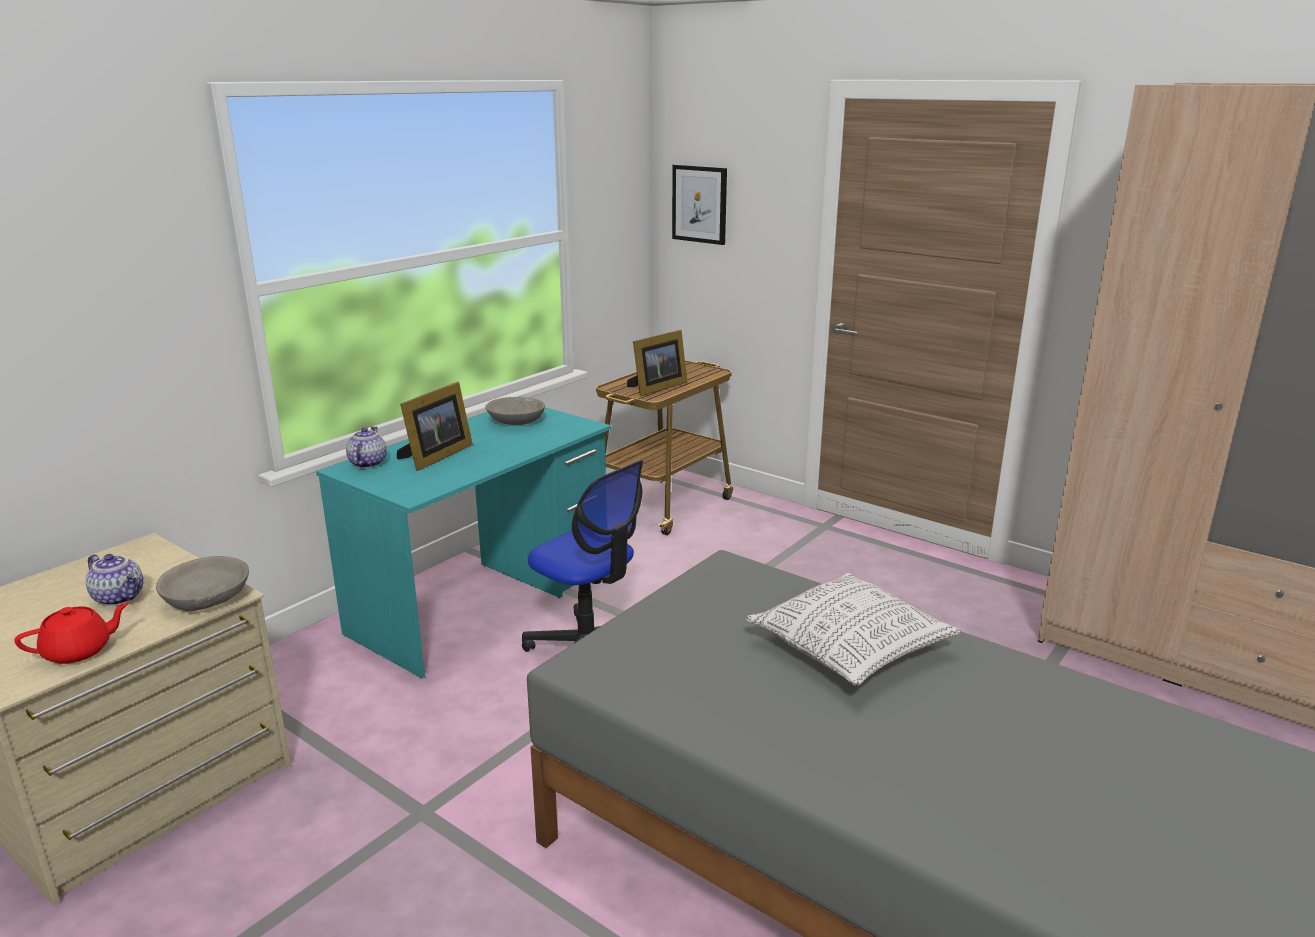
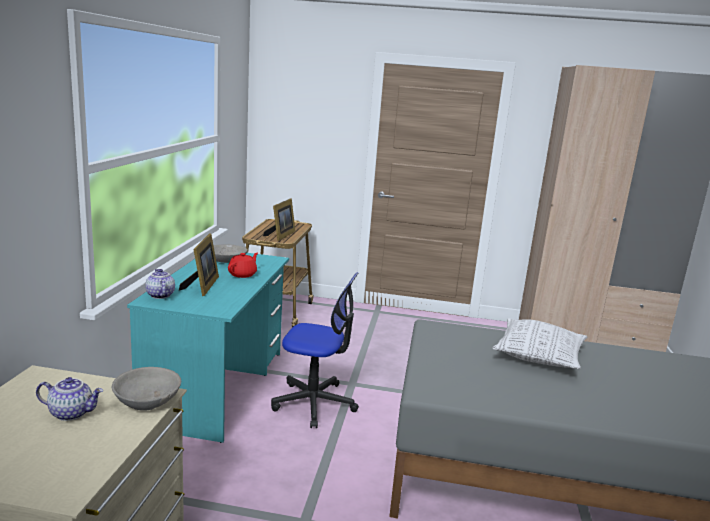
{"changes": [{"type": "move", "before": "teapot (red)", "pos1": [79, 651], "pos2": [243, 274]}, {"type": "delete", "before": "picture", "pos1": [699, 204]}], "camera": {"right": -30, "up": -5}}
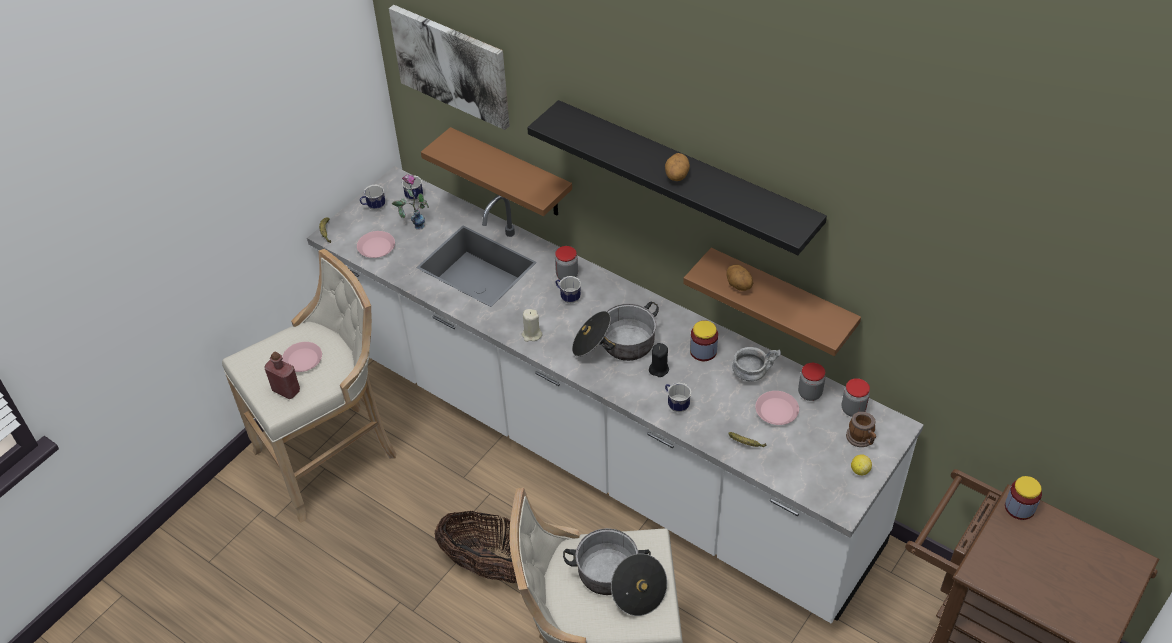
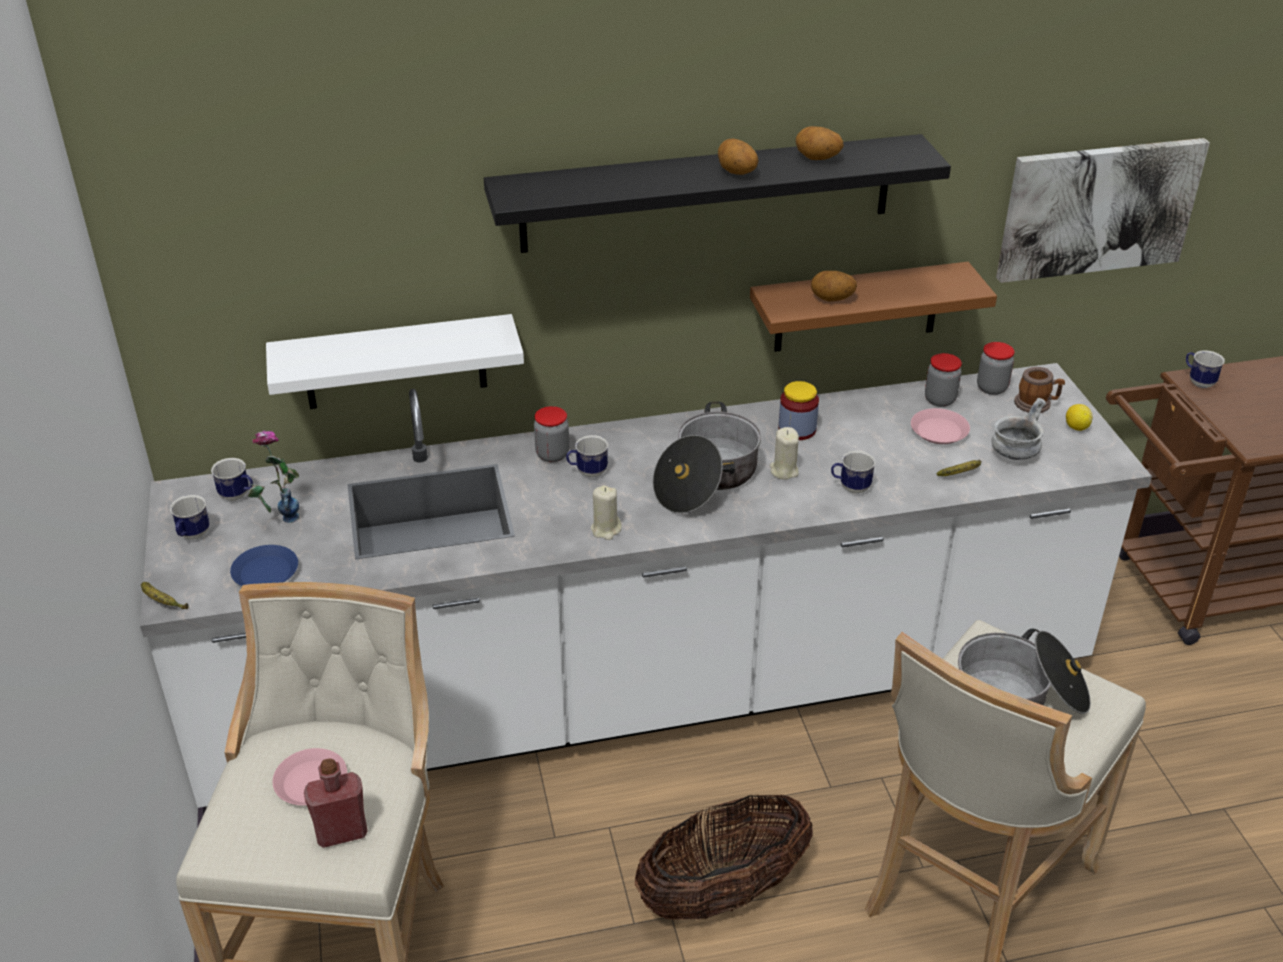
{"changes": [{"type": "recolor", "before": "plate (pink)", "after": "plate (blue)", "pos1": [376, 247], "pos2": [265, 573]}, {"type": "move", "before": "picture", "pos1": [452, 65], "pos2": [1098, 208]}, {"type": "recolor", "before": "shelf (brown)", "after": "shelf (white)", "pos1": [511, 174], "pos2": [395, 362]}, {"type": "recolor", "before": "candle (black)", "after": "candle (beige)", "pos1": [659, 369], "pos2": [783, 471]}, {"type": "move", "before": "bowl (grey)", "pos1": [750, 373], "pos2": [1014, 453]}, {"type": "replace", "before": "jar", "after": "mug", "pos1": [1019, 507], "pos2": [1198, 381]}, {"type": "insert", "after": "potato", "pos2": [817, 159]}], "camera": {"right": -50, "up": -10}}
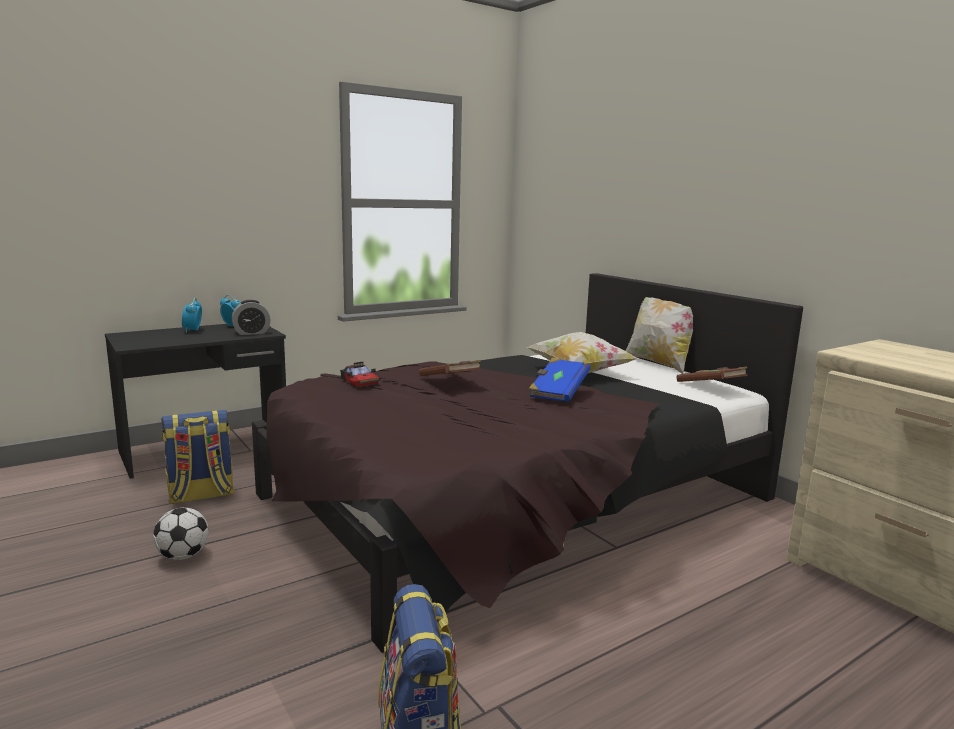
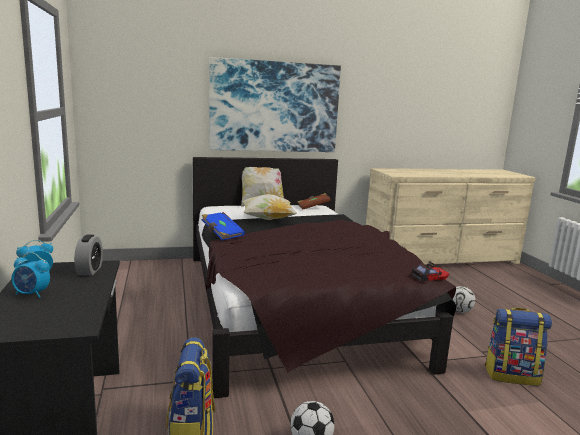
{"changes": [{"type": "move", "before": "toy car", "pos1": [359, 381], "pos2": [429, 277]}, {"type": "delete", "before": "book (brown)", "pos1": [450, 381]}, {"type": "move", "before": "book (blue)", "pos1": [557, 392], "pos2": [222, 234]}, {"type": "insert", "after": "picture", "pos2": [274, 107]}, {"type": "insert", "after": "football", "pos2": [459, 311]}], "camera": {"right": -70, "up": 0}}
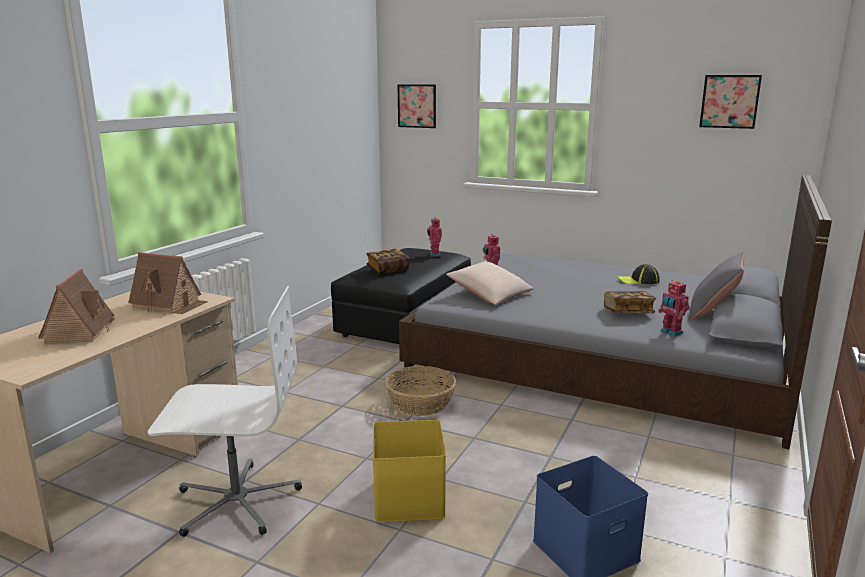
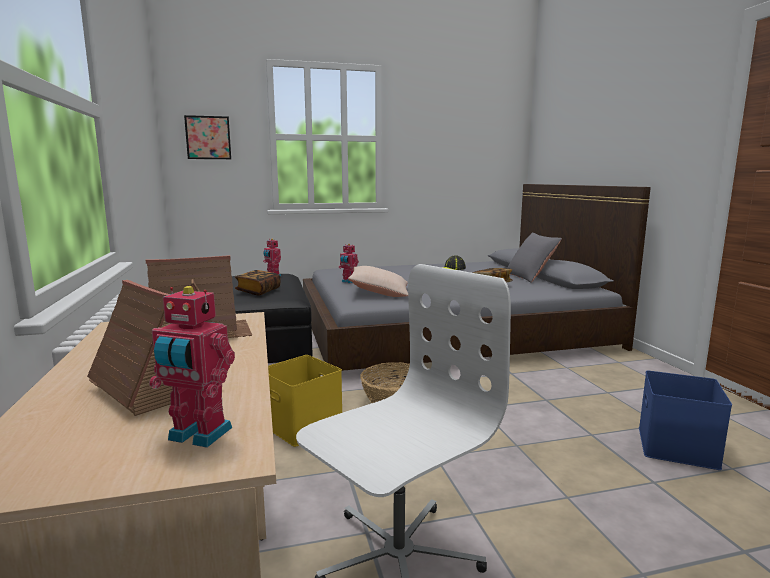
{"changes": [{"type": "move", "before": "storage box (yellow)", "pos1": [407, 498], "pos2": [300, 425]}, {"type": "move", "before": "toy robot", "pos1": [670, 332], "pos2": [197, 435]}, {"type": "delete", "before": "picture", "pos1": [729, 101]}], "camera": {"right": -40, "up": -5}}
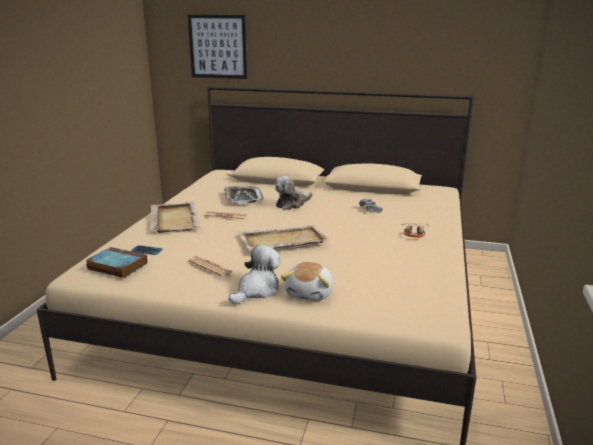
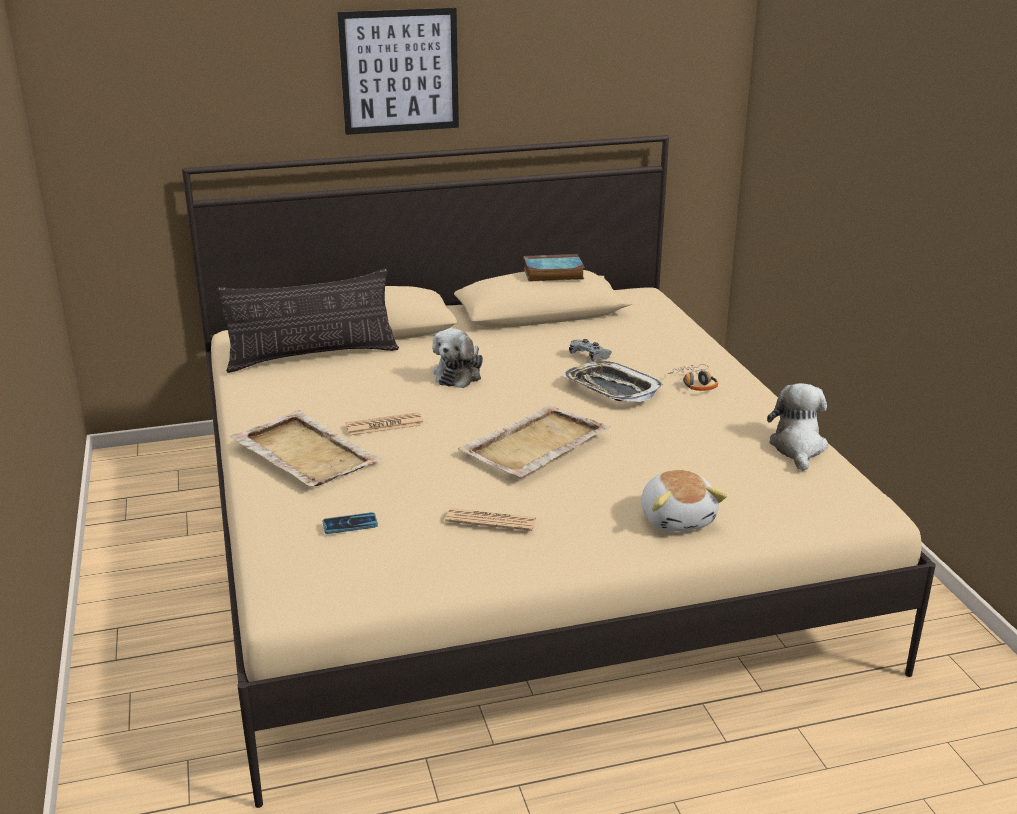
{"changes": [{"type": "move", "before": "book", "pos1": [116, 266], "pos2": [552, 273]}, {"type": "move", "before": "picture", "pos1": [217, 47], "pos2": [399, 71]}, {"type": "move", "before": "tray", "pos1": [242, 198], "pos2": [611, 389]}, {"type": "move", "before": "plush toy", "pos1": [257, 290], "pos2": [798, 448]}, {"type": "insert", "after": "pillow", "pos2": [312, 356]}], "camera": {"right": -30, "up": 5}}
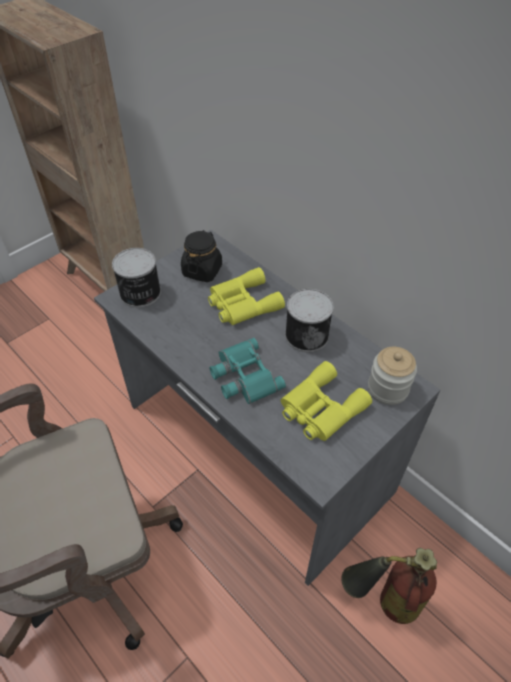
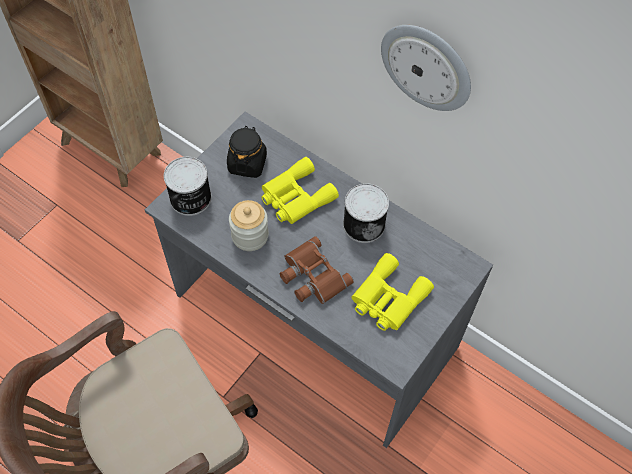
{"changes": [{"type": "recolor", "before": "binoculars (turquoise)", "after": "binoculars (brown)", "pos1": [243, 376], "pos2": [311, 276]}, {"type": "delete", "before": "fire extinguisher", "pos1": [381, 602]}, {"type": "move", "before": "jar", "pos1": [387, 389], "pos2": [250, 236]}, {"type": "insert", "after": "wall clock", "pos2": [427, 66]}], "camera": {"right": -10, "up": 10}}
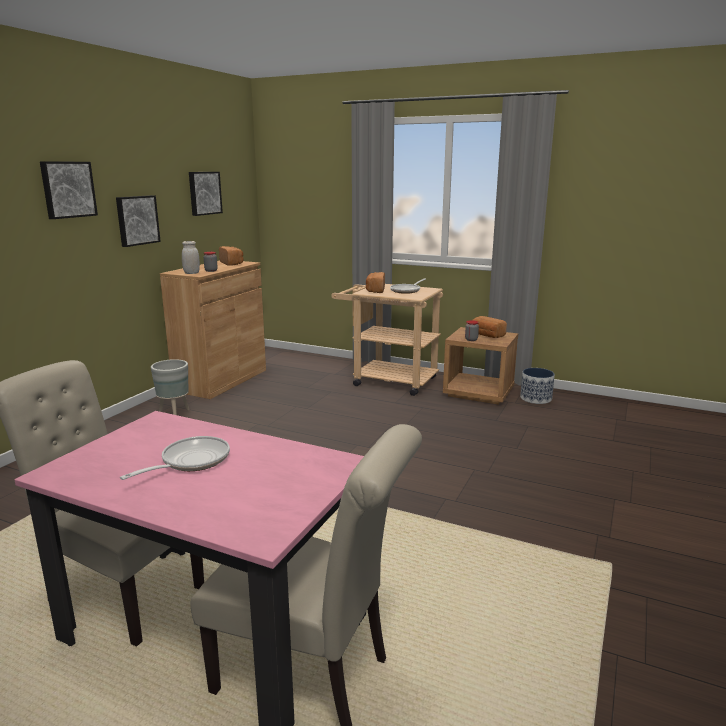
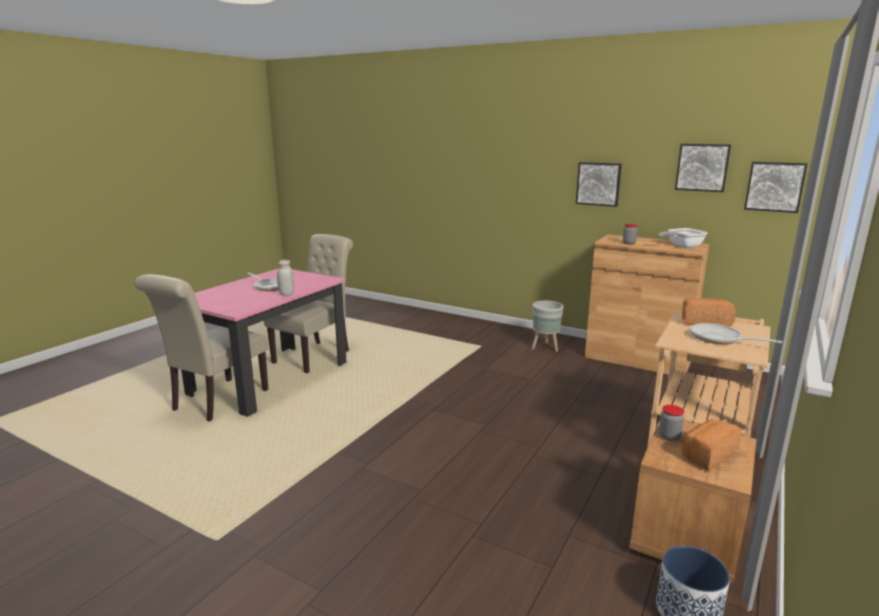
{"changes": [{"type": "move", "before": "picture", "pos1": [67, 189], "pos2": [774, 186]}, {"type": "move", "before": "jar (white)", "pos1": [191, 273], "pos2": [286, 294]}, {"type": "replace", "before": "bread", "after": "frying pan", "pos1": [232, 263], "pos2": [682, 246]}], "camera": {"right": 95, "up": 0}}
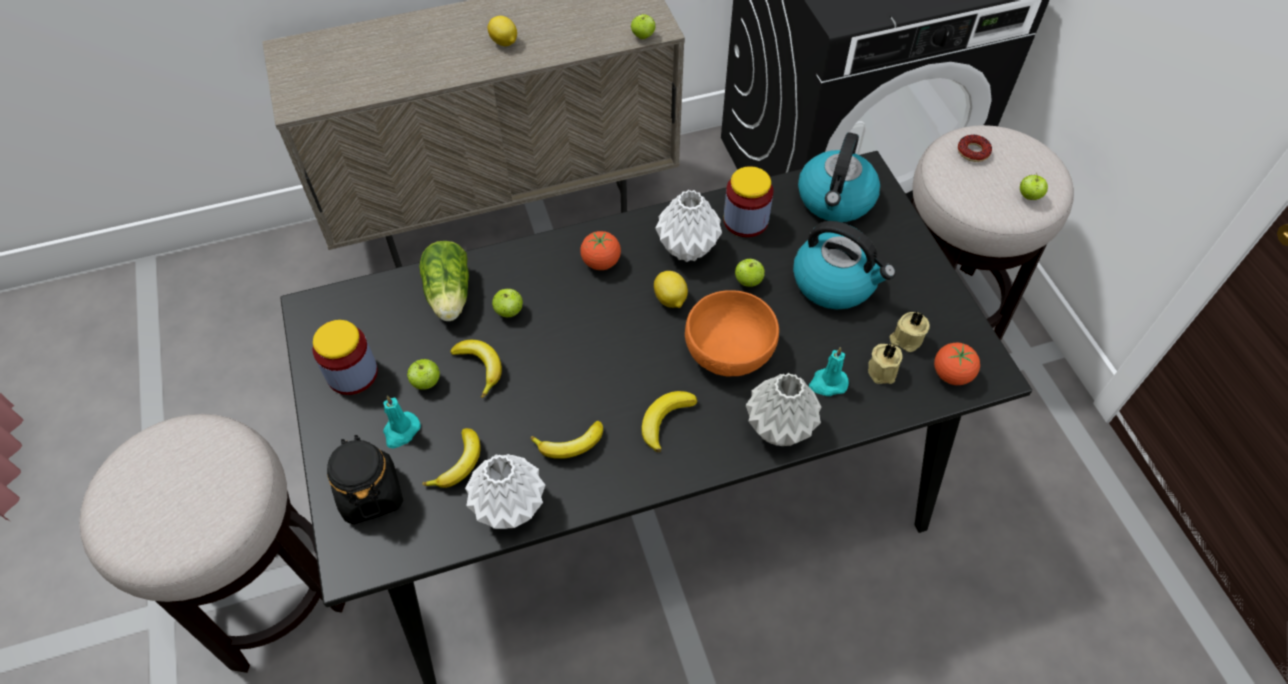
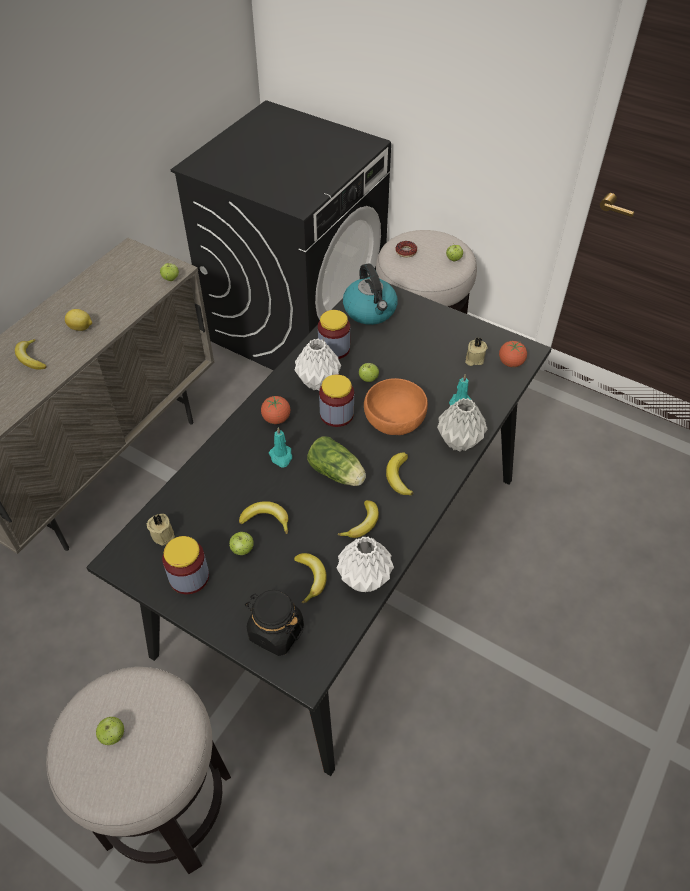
{"changes": [{"type": "move", "before": "candle (turquoise)", "pos1": [401, 431], "pos2": [281, 457]}, {"type": "move", "before": "lettuce", "pos1": [449, 296], "pos2": [338, 474]}, {"type": "move", "before": "apple", "pos1": [509, 311], "pos2": [113, 735]}, {"type": "replace", "before": "lemon", "after": "jar", "pos1": [670, 300], "pos2": [336, 414]}, {"type": "delete", "before": "kettle", "pos1": [835, 282]}, {"type": "move", "before": "candle (beige)", "pos1": [883, 370], "pos2": [163, 534]}, {"type": "insert", "after": "banana", "pos2": [31, 358]}], "camera": {"right": -40, "up": -5}}
